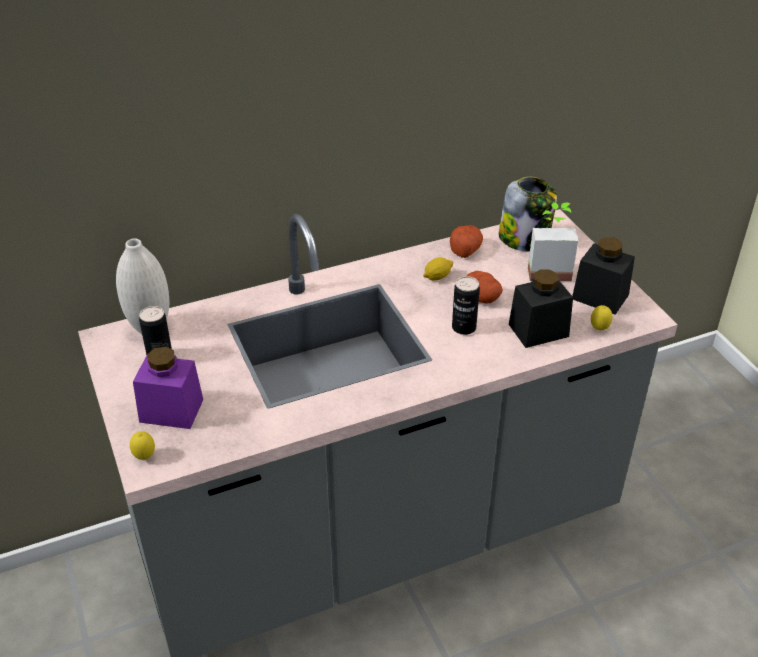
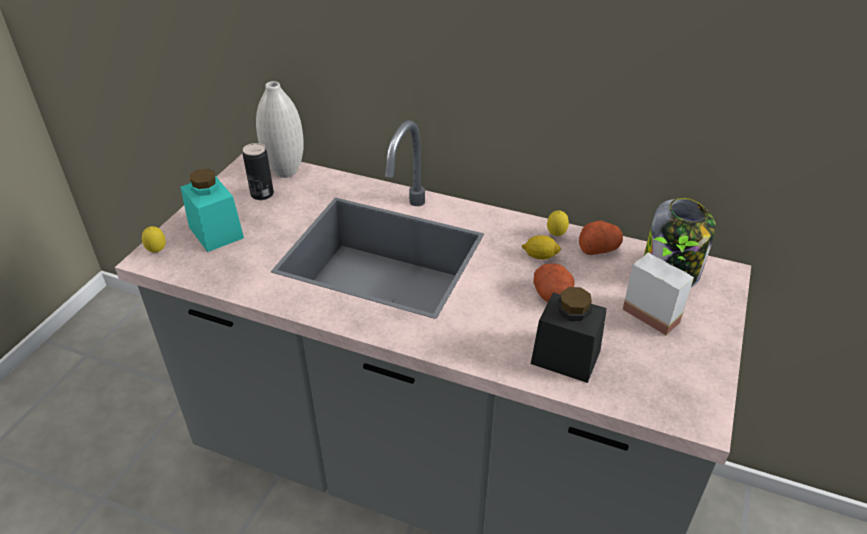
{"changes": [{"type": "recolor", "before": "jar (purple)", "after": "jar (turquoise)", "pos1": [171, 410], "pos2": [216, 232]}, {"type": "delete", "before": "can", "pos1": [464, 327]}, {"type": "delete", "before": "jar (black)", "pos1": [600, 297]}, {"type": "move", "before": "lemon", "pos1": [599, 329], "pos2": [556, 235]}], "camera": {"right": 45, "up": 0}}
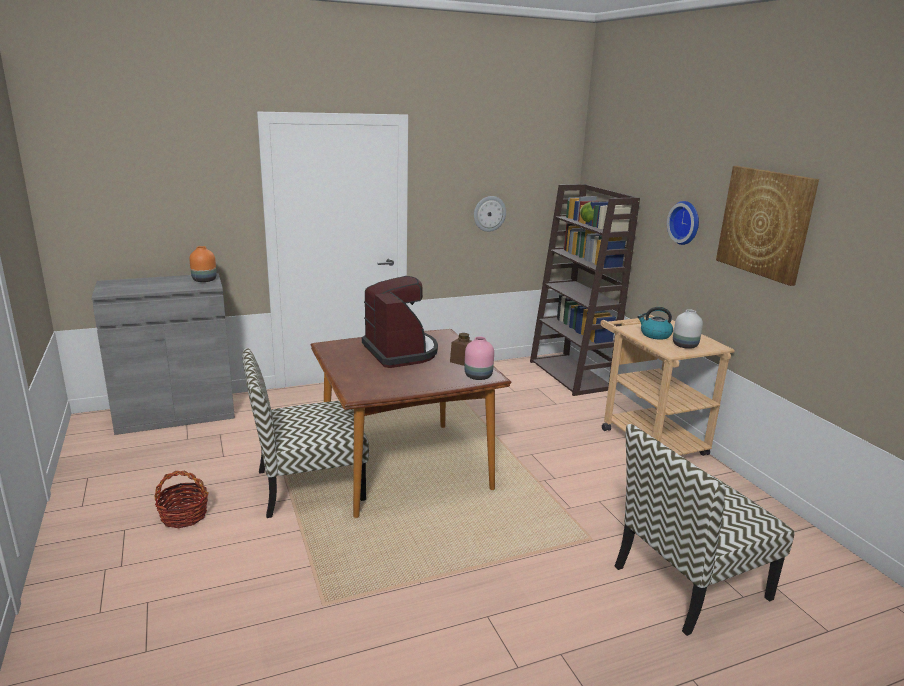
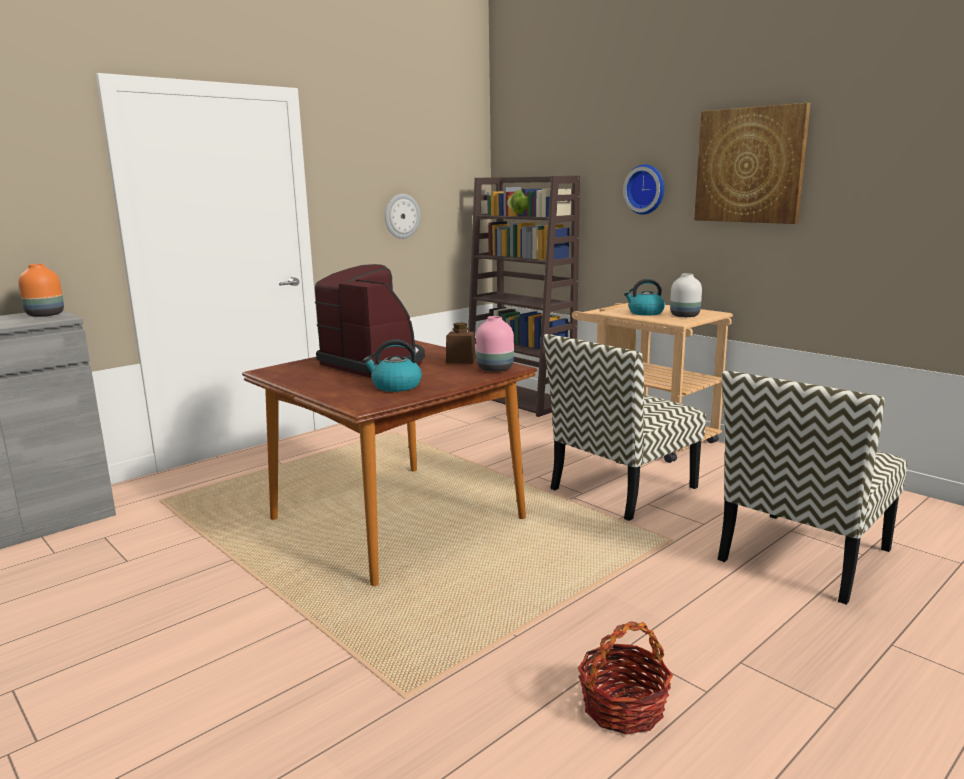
{"changes": [{"type": "move", "before": "basket", "pos1": [184, 516], "pos2": [623, 707]}, {"type": "move", "before": "chair", "pos1": [308, 486], "pos2": [622, 489]}, {"type": "insert", "after": "kettle", "pos2": [395, 386]}], "camera": {"right": -20, "up": -5}}
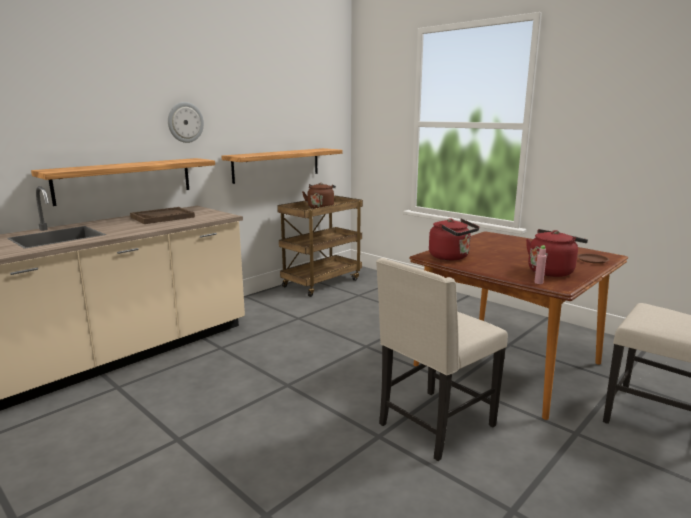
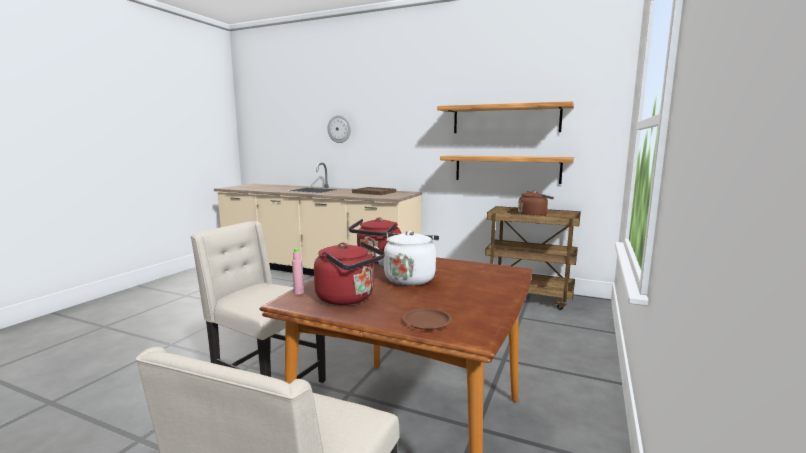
{"changes": [{"type": "move", "before": "shelf", "pos1": [125, 180], "pos2": [505, 119]}, {"type": "move", "before": "wall clock", "pos1": [185, 122], "pos2": [339, 129]}, {"type": "insert", "after": "kettle (white)", "pos2": [409, 279]}], "camera": {"right": 70, "up": -5}}
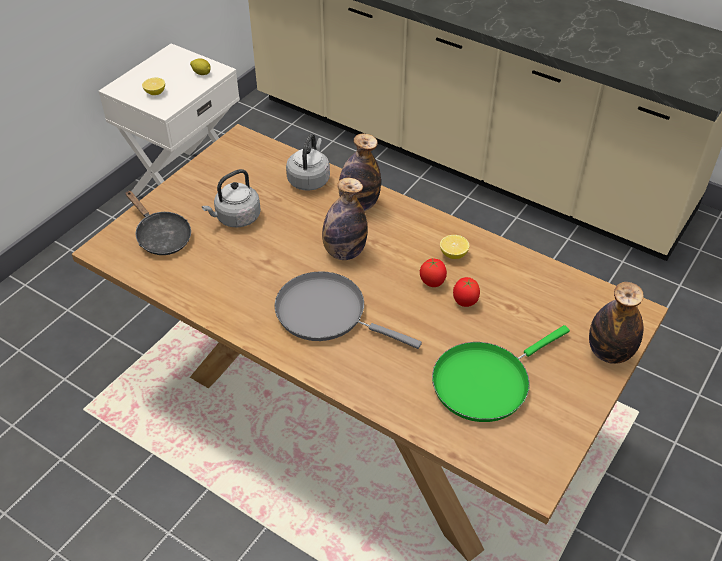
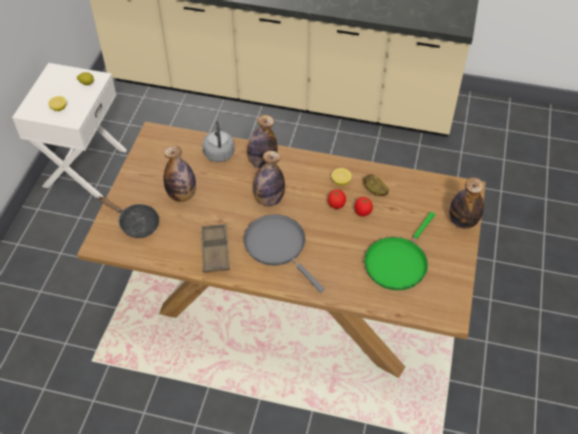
{"changes": [{"type": "replace", "before": "kettle (grey)", "after": "bottle", "pos1": [236, 218], "pos2": [182, 195]}, {"type": "rotate", "before": "frying pan (grey)", "pos1": [327, 313], "pos2": [278, 246], "turn": 45}, {"type": "insert", "after": "tray (brown)", "pos2": [215, 251]}, {"type": "insert", "after": "potato", "pos2": [374, 190]}], "camera": {"right": -20, "up": 5}}
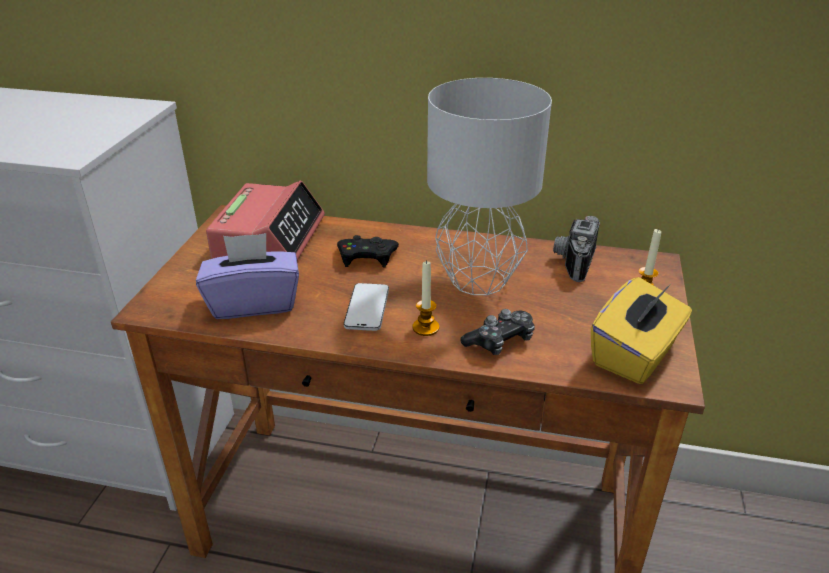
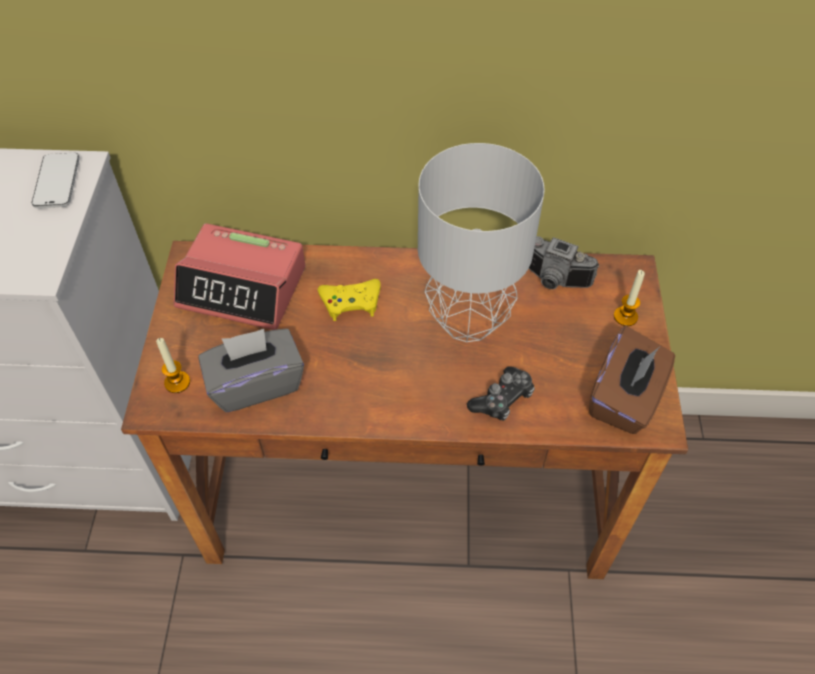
{"changes": [{"type": "recolor", "before": "tissue box (purple)", "after": "tissue box (grey)", "pos1": [254, 303], "pos2": [256, 383]}, {"type": "rotate", "before": "alarm clock", "pos1": [270, 238], "pos2": [243, 287], "turn": 105}, {"type": "recolor", "before": "game controller (black)", "after": "game controller (yellow)", "pos1": [367, 257], "pos2": [351, 302]}, {"type": "move", "before": "phone", "pos1": [367, 308], "pos2": [57, 182]}, {"type": "move", "before": "candle", "pos1": [425, 327], "pos2": [177, 382]}, {"type": "rotate", "before": "photo camera", "pos1": [571, 261], "pos2": [553, 280], "turn": -75}, {"type": "recolor", "before": "tissue box (yellow)", "after": "tissue box (brown)", "pos1": [635, 355], "pos2": [625, 398]}], "camera": {"right": -10, "up": 20}}
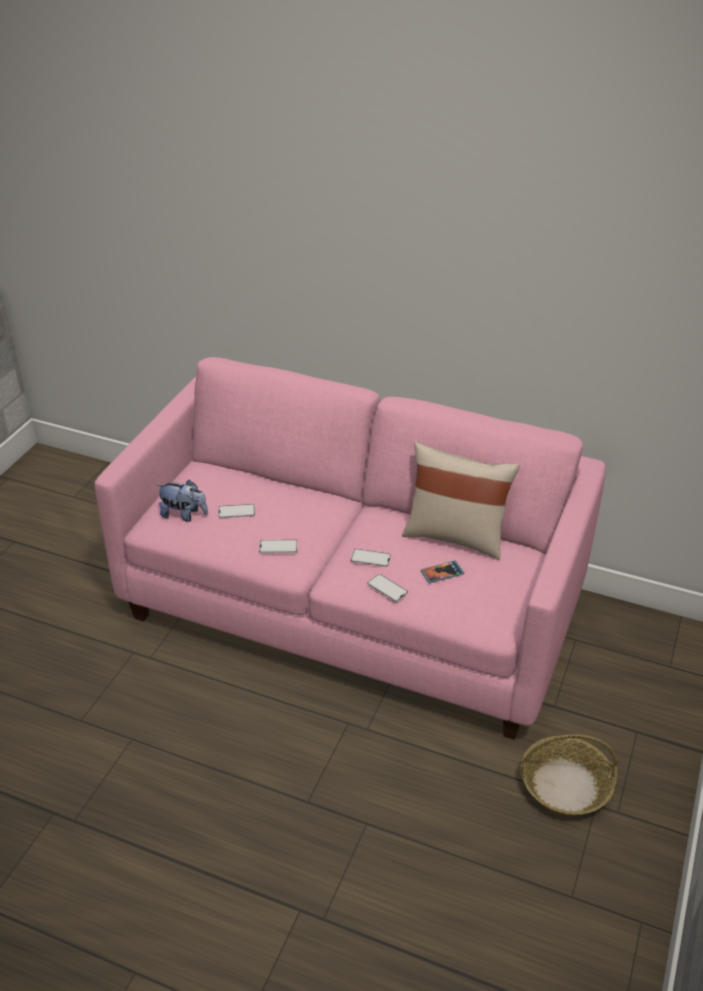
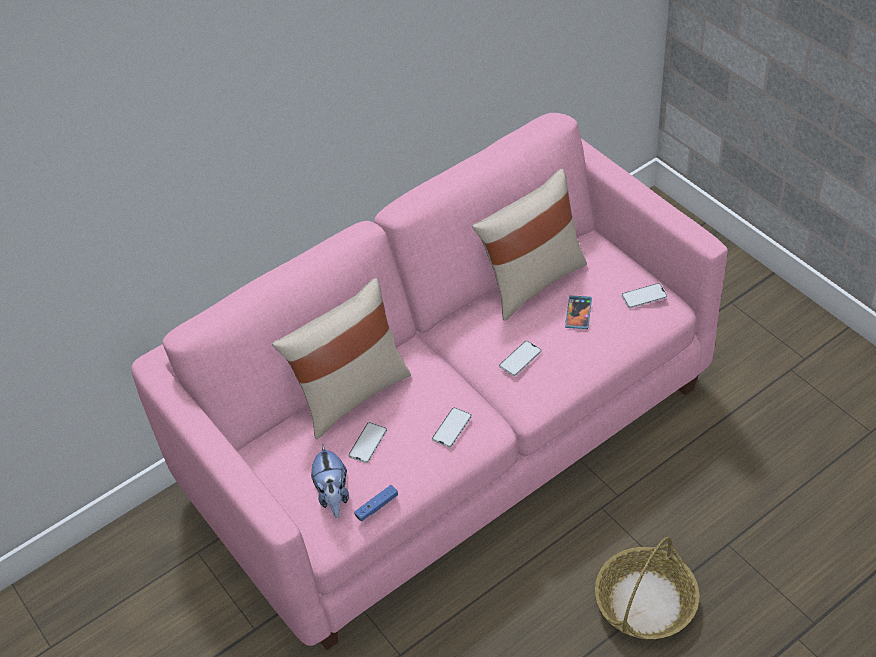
{"changes": [{"type": "rotate", "before": "plush toy", "pos1": [184, 515], "pos2": [333, 495], "turn": 120}, {"type": "move", "before": "phone", "pos1": [387, 588], "pos2": [644, 296]}, {"type": "move", "before": "basket", "pos1": [565, 785], "pos2": [645, 601]}, {"type": "insert", "after": "pillow (beige)", "pos2": [351, 393]}, {"type": "insert", "after": "game controller (blue)", "pos2": [377, 506]}], "camera": {"right": -55, "up": 10}}
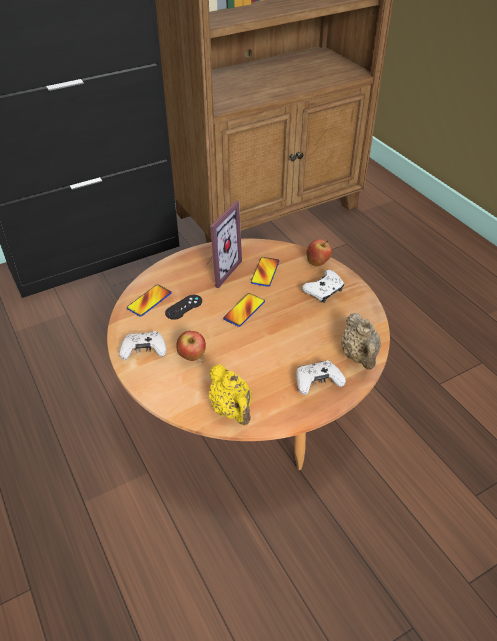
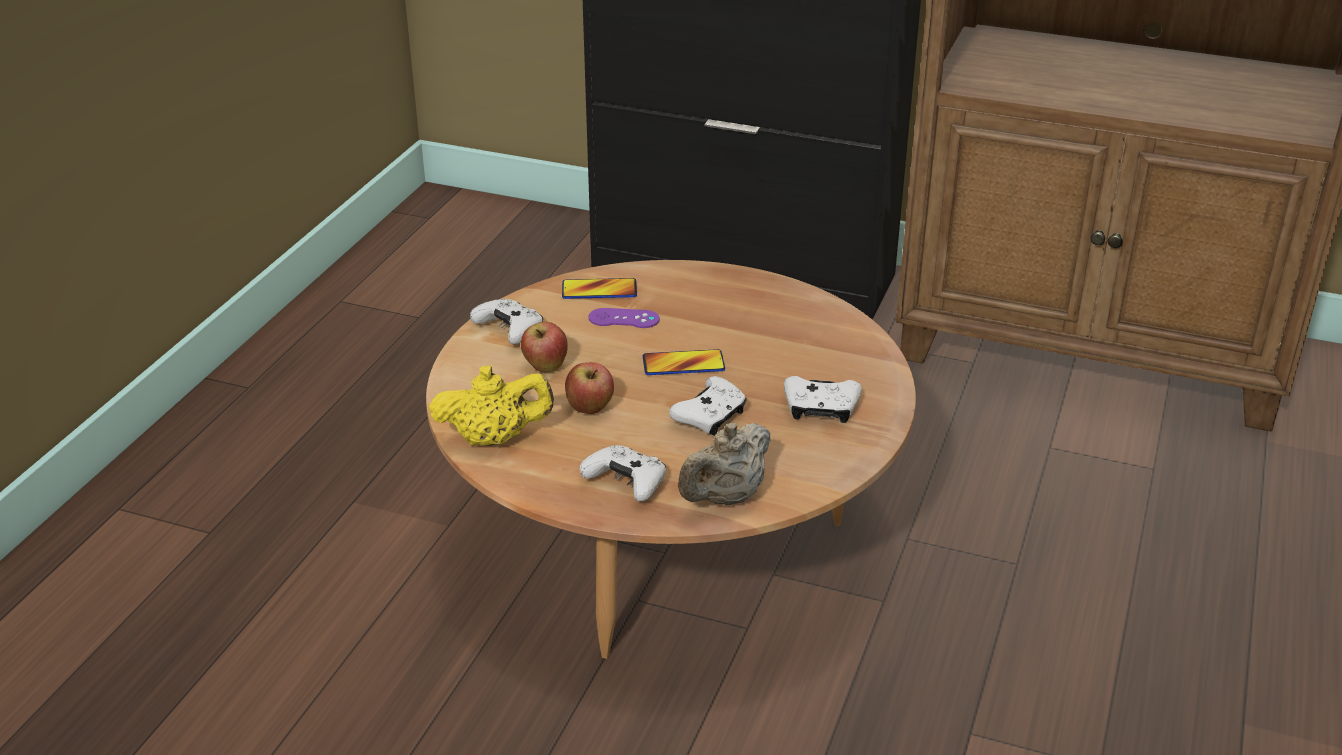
{"changes": [{"type": "recolor", "before": "game controller (black)", "after": "game controller (purple)", "pos1": [184, 307], "pos2": [624, 319]}, {"type": "delete", "before": "picture frame", "pos1": [218, 270]}, {"type": "rotate", "before": "teapot (yellow)", "pos1": [232, 409], "pos2": [494, 439], "turn": -120}, {"type": "delete", "before": "phone", "pos1": [265, 272]}, {"type": "move", "before": "apple", "pos1": [318, 263], "pos2": [590, 409]}, {"type": "insert", "after": "game controller (white)", "pos2": [710, 417]}], "camera": {"right": 50, "up": -10}}
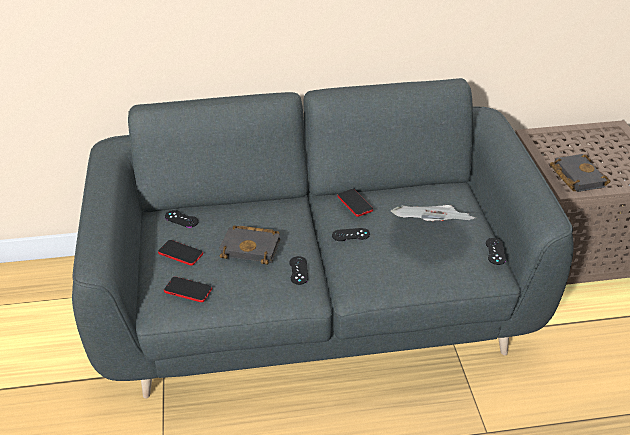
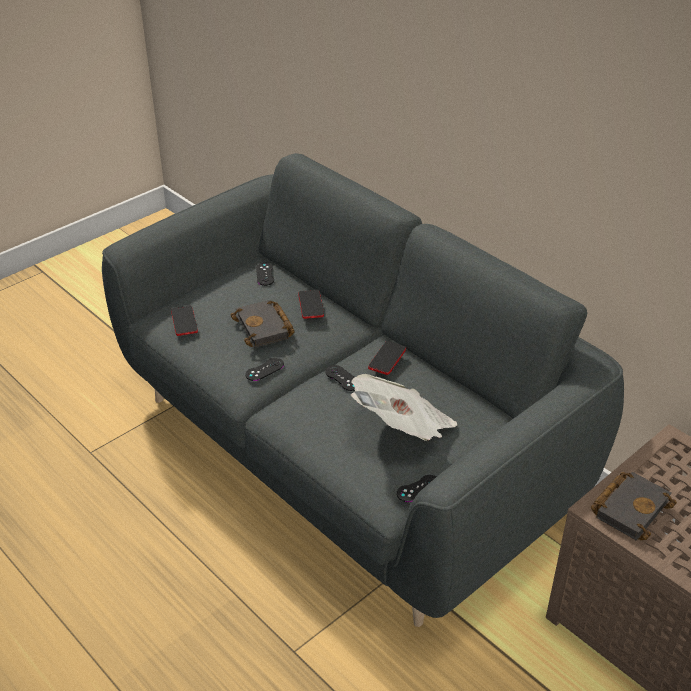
{"changes": [{"type": "move", "before": "phone", "pos1": [180, 253], "pos2": [311, 305]}], "camera": {"right": 55, "up": 0}}
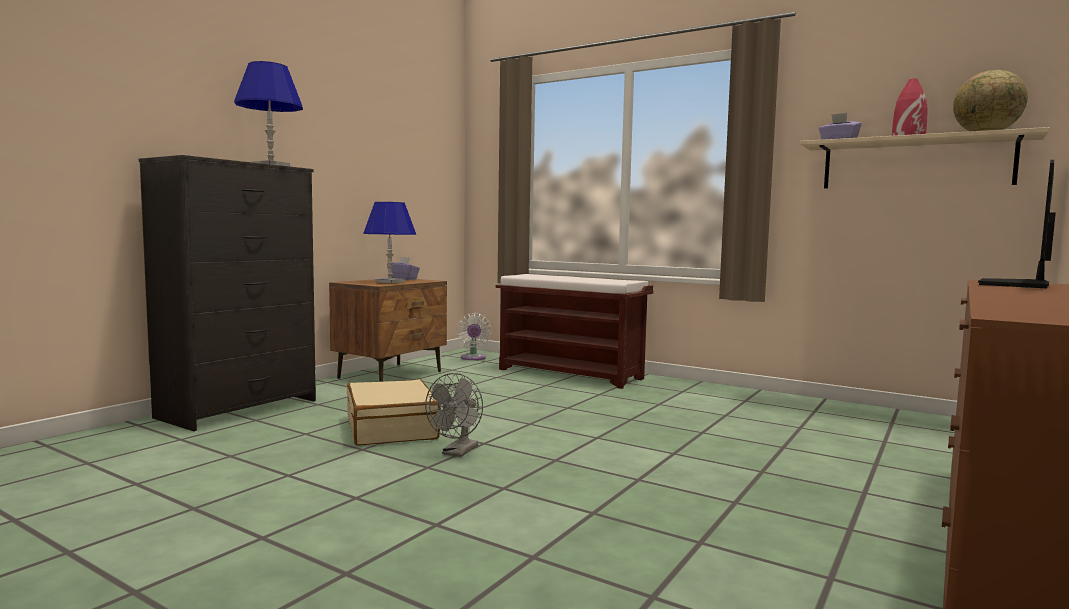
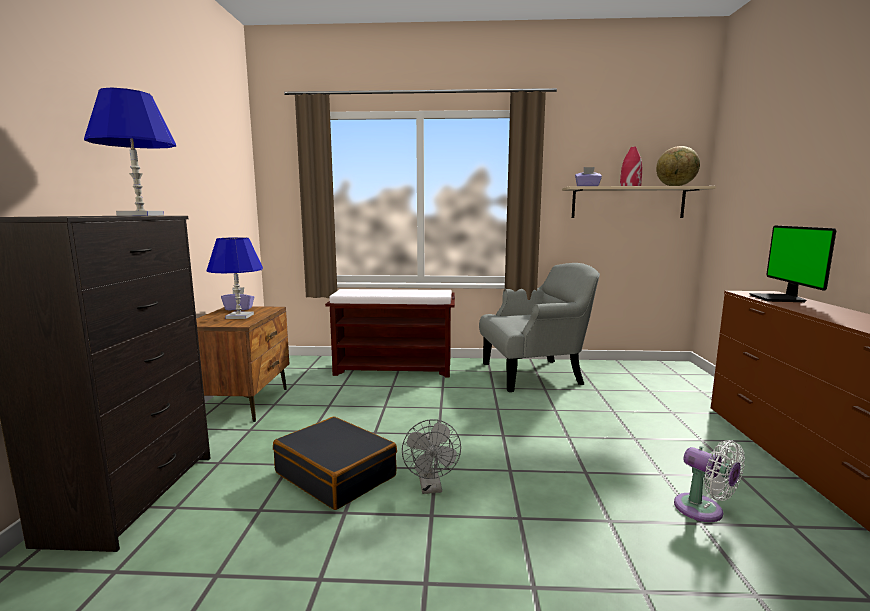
{"changes": [{"type": "recolor", "before": "suitcase (beige)", "after": "suitcase (black)", "pos1": [392, 428], "pos2": [336, 474]}, {"type": "move", "before": "fan (white)", "pos1": [473, 358], "pos2": [703, 511]}, {"type": "insert", "after": "armchair (grey)", "pos2": [534, 374]}], "camera": {"right": -30, "up": 5}}
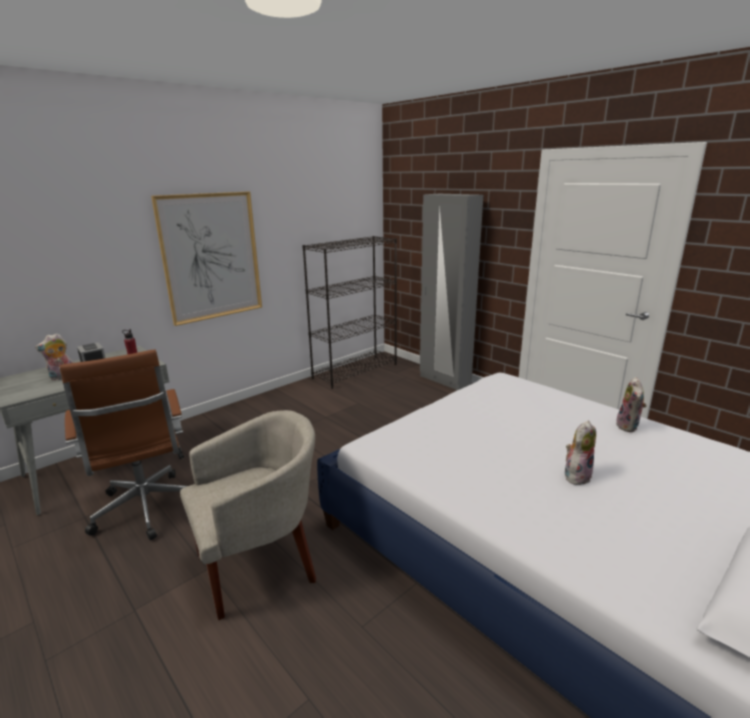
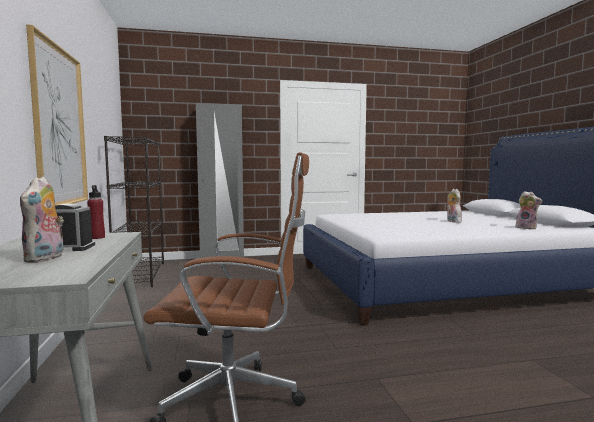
{"changes": [{"type": "delete", "before": "armchair (beige)", "pos1": [260, 564]}, {"type": "move", "before": "plush toy", "pos1": [629, 427], "pos2": [527, 228]}], "camera": {"right": -60, "up": -15}}
